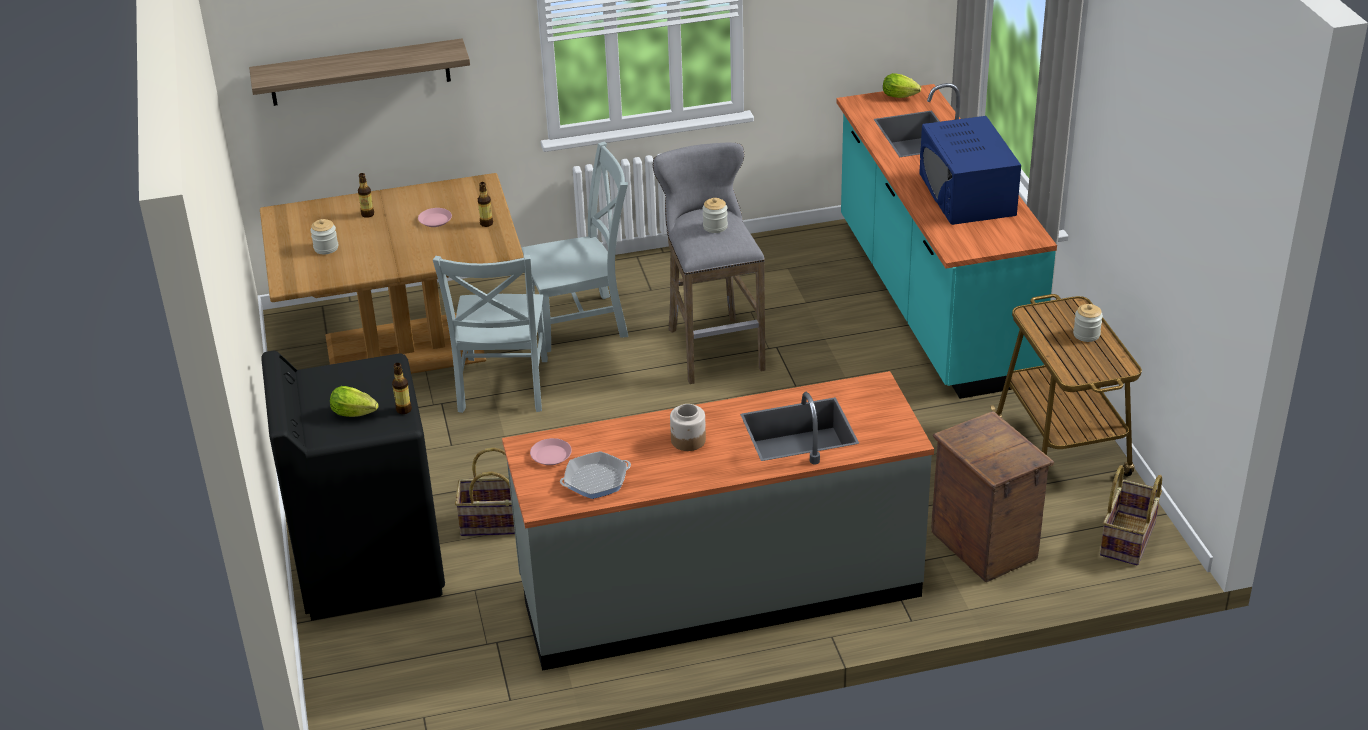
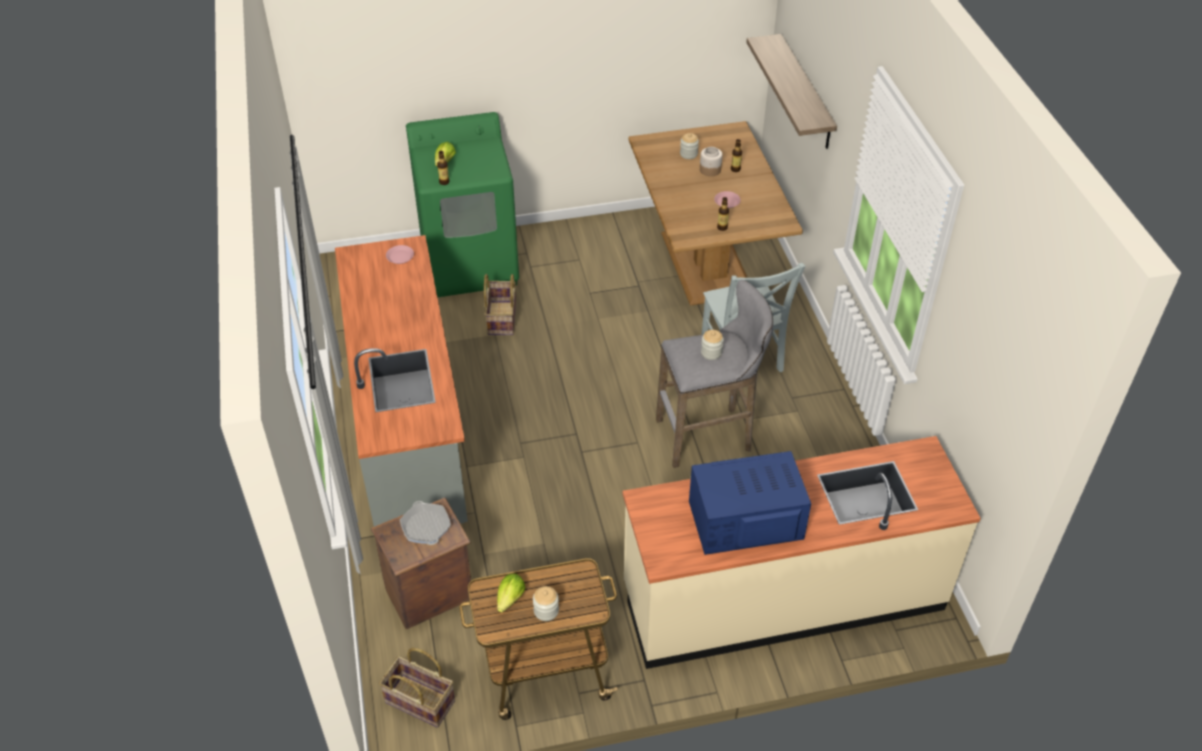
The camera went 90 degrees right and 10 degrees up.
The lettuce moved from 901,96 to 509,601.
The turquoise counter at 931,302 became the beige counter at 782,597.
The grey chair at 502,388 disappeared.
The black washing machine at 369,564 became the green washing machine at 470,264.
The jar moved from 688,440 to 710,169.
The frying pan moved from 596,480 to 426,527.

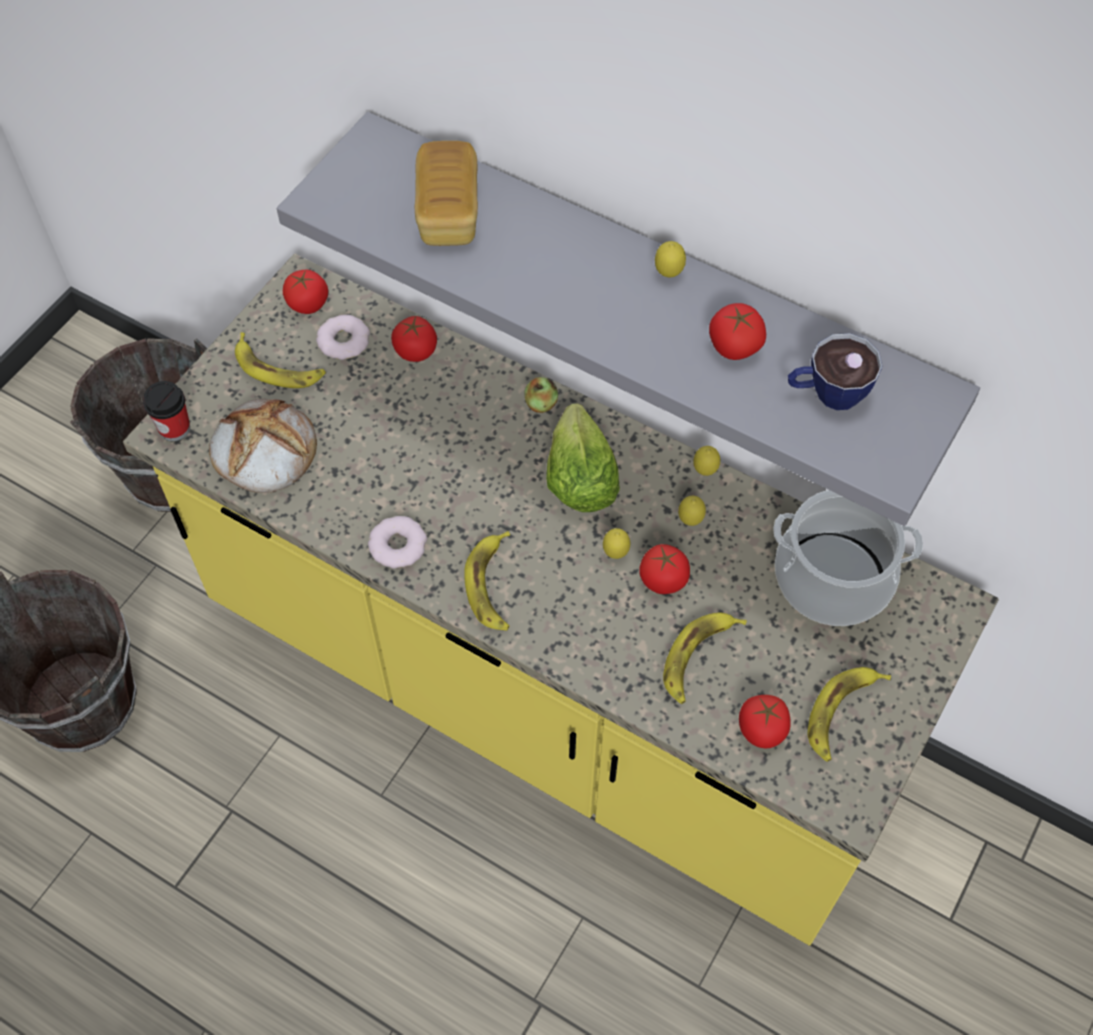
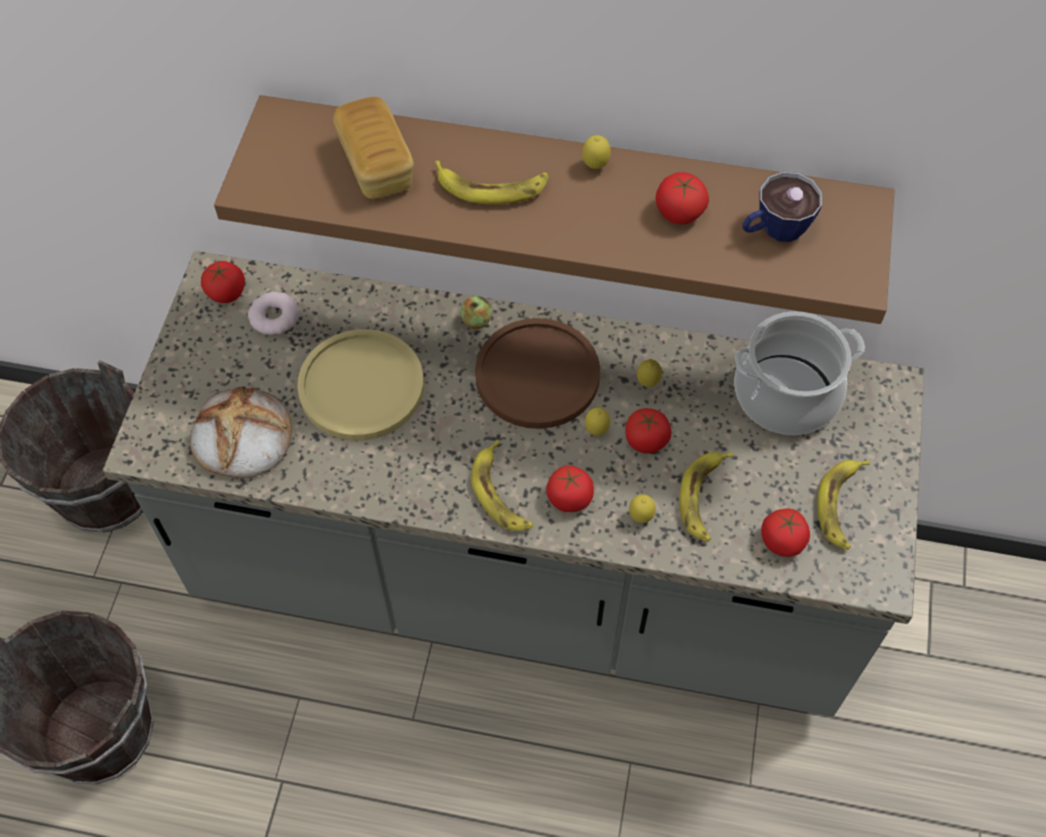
The camera went 20 degrees left and 0 degrees up.
The grey shelf at 650,282 became the brown shelf at 567,180.
The yellow counter at 546,692 became the grey counter at 523,579.
The tomato moved from 416,350 to 569,498.
The banana moved from 278,368 to 492,187.
The cup at 174,428 disappeared.
The lettuce at 579,478 was replaced by the brown plate at 537,375.
The lemon moved from 705,471 to 640,517.
The donut at 398,545 disappeared.
The yellow plate at 361,386 appeared.

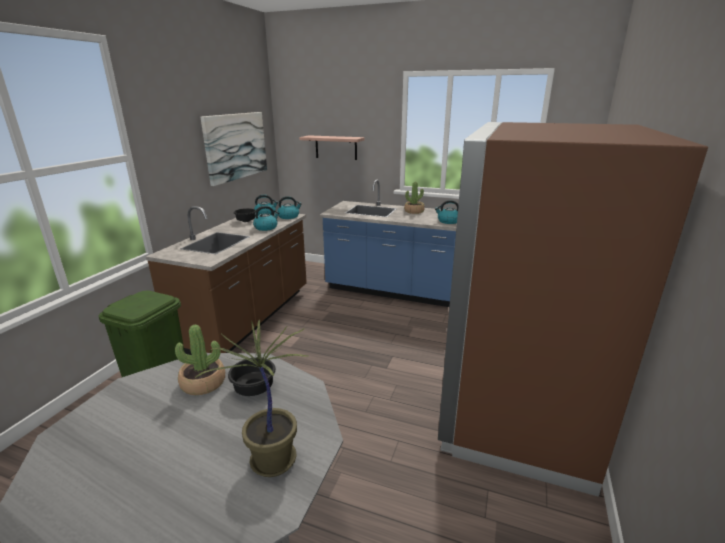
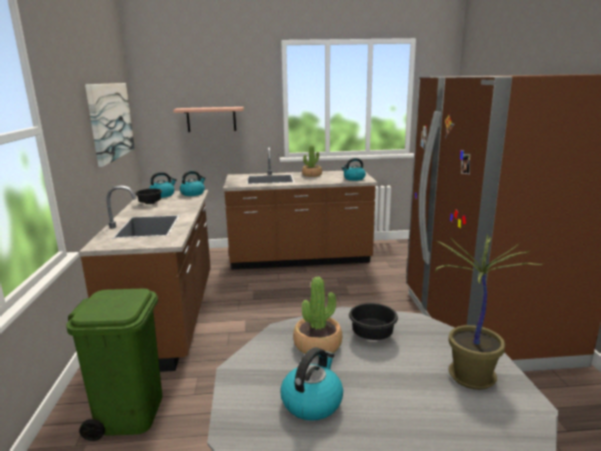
The camera went 25 degrees left and 5 degrees down.
The blue counter at 395,291 became the brown counter at 300,259.
The kettle moved from 266,227 to 312,402.

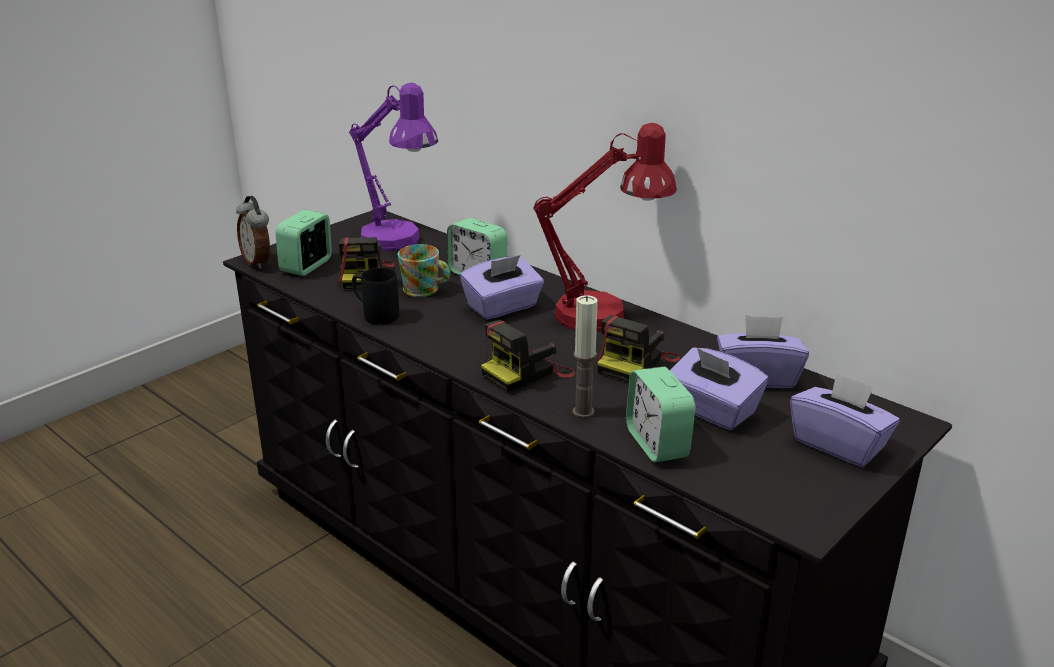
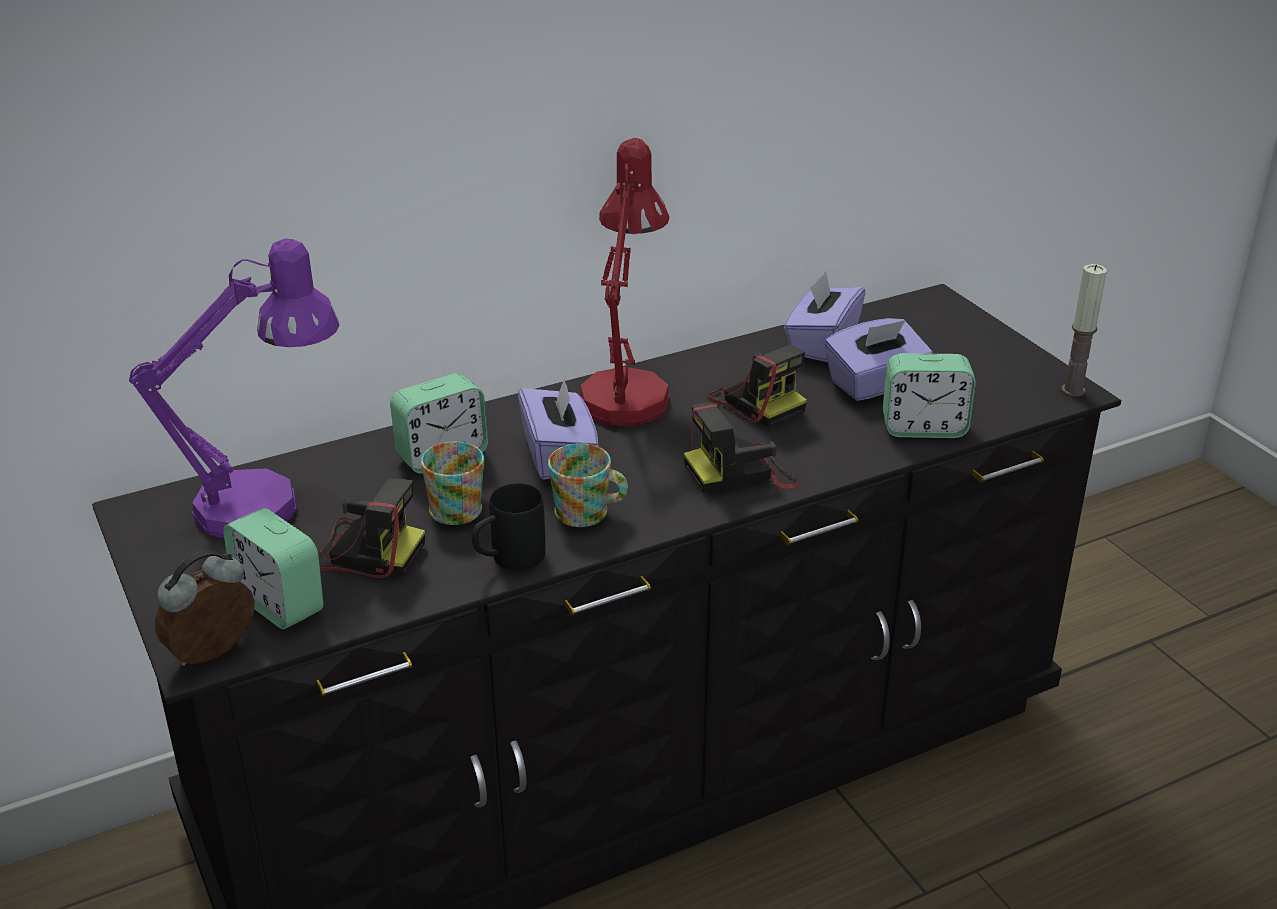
The camera went 70 degrees left and 5 degrees up.
The alarm clock at 258,262 turned 150 degrees clockwise.
The candle moved from 583,412 to 1073,390.
The photo camera at 527,372 turned 90 degrees clockwise.
The purple tissue box at 839,444 disappeared.
The mug at 589,513 appeared.

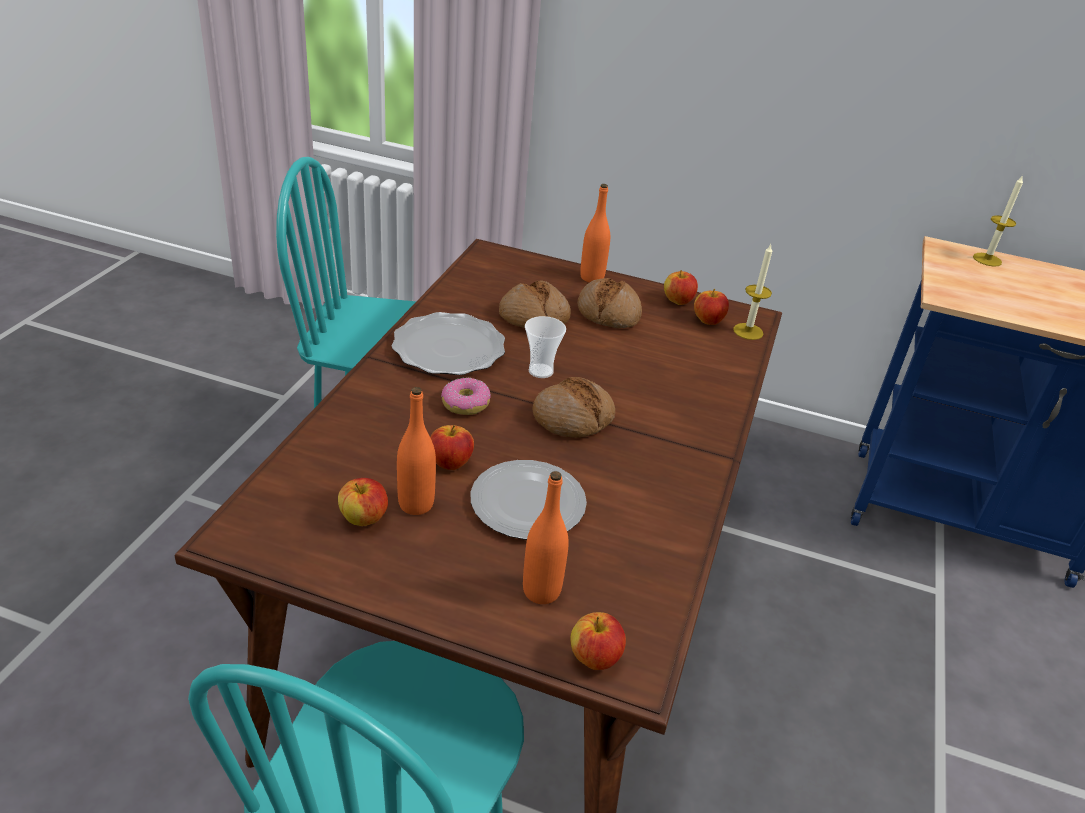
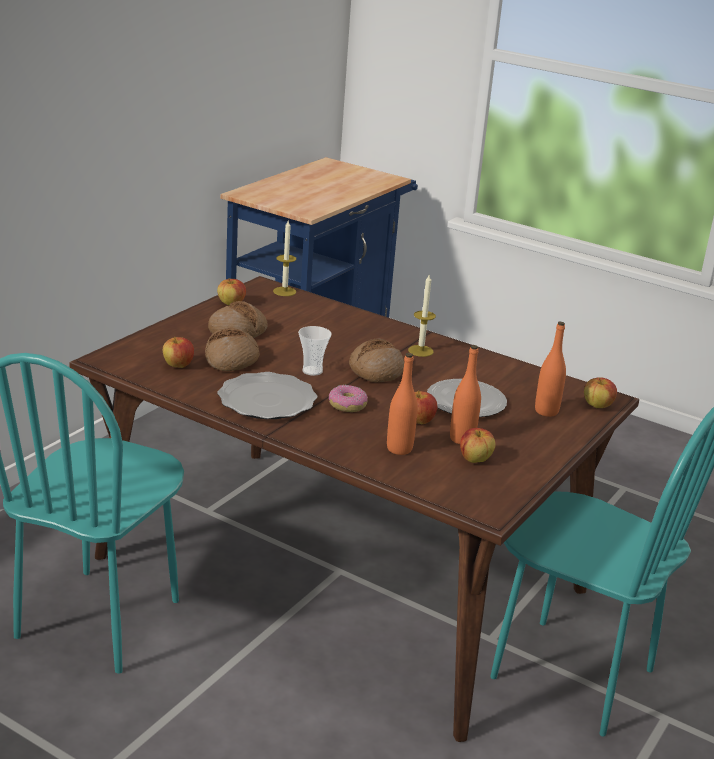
The camera went 75 degrees left and 10 degrees down.
The candle moved from 987,259 to 420,351.
The orange bottle moved from 592,277 to 399,449.
The apple moved from 708,321 to 178,365.

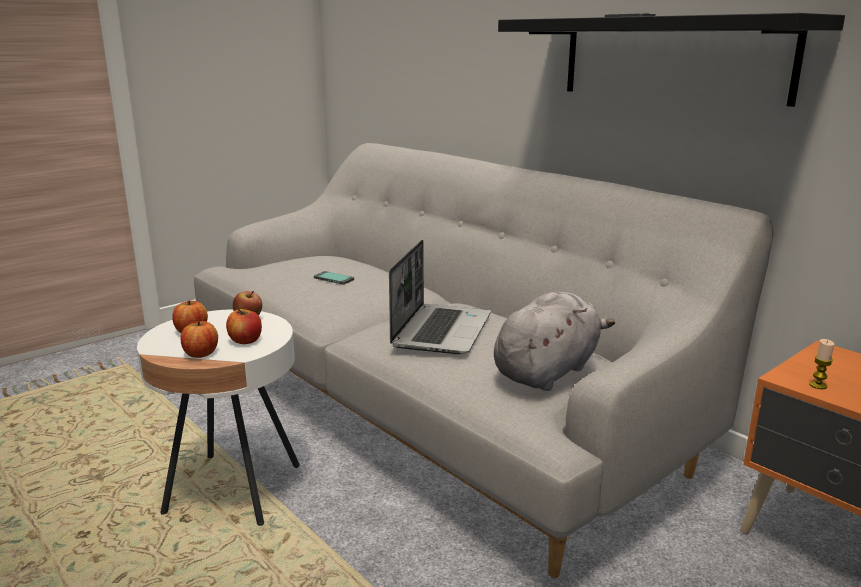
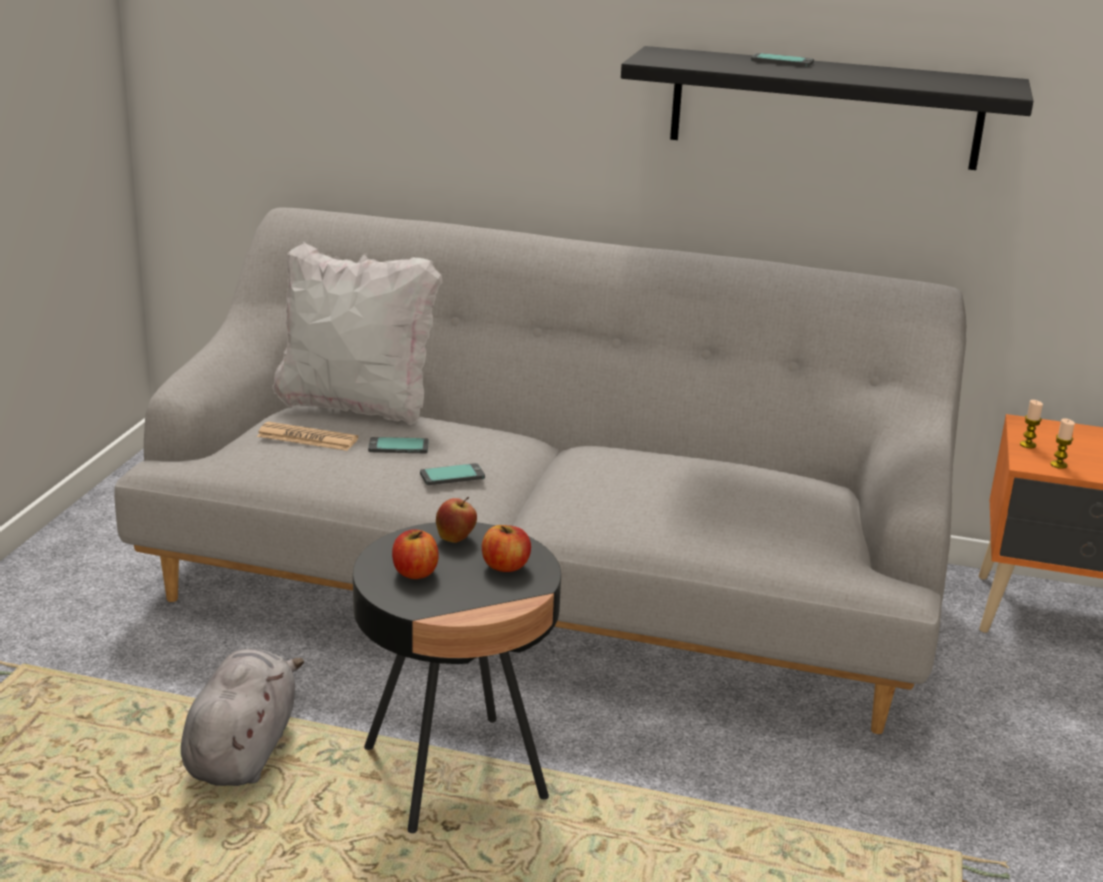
The camera went 35 degrees left and 5 degrees up.
The laptop at 441,330 disappeared.
The grey plush toy moved from 548,371 to 242,750.
The white side table at 233,489 became the black side table at 454,773.
The apple at 200,354 disappeared.
The white pillow at 356,406 appeared.
The candle at 1027,445 appeared.
The newspaper at 307,438 appeared.
The phone at 452,475 appeared.

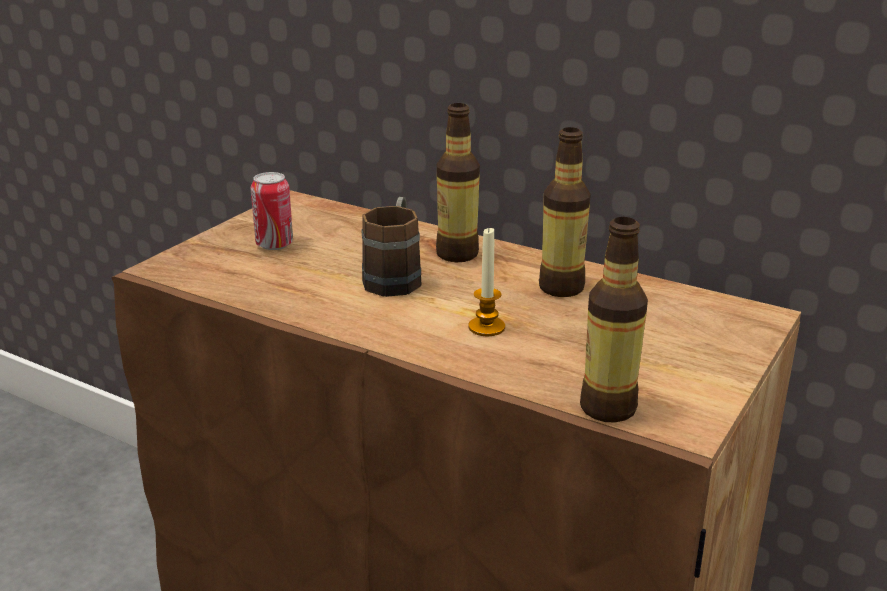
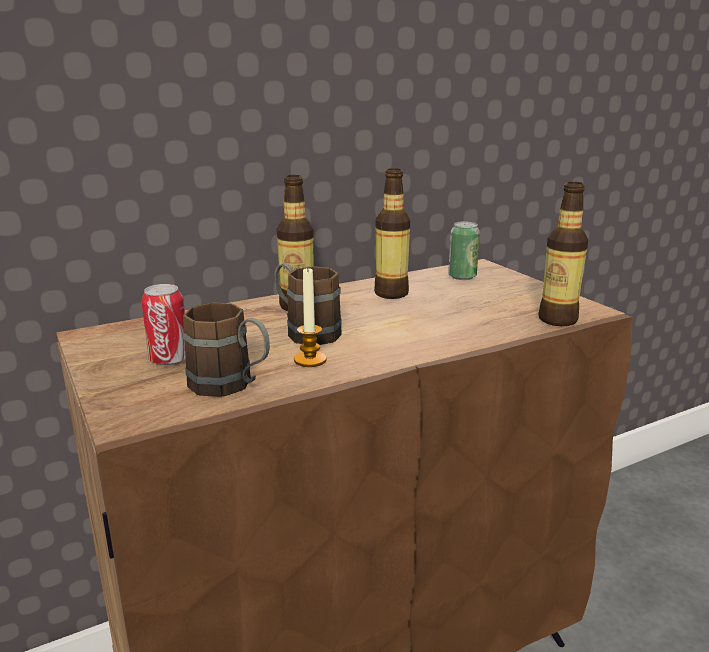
The camera went 60 degrees left and 5 degrees down.
The candle moved from 486,327 to 310,360.
The can at 462,276 appeared.
The brown mug at 231,386 appeared.

